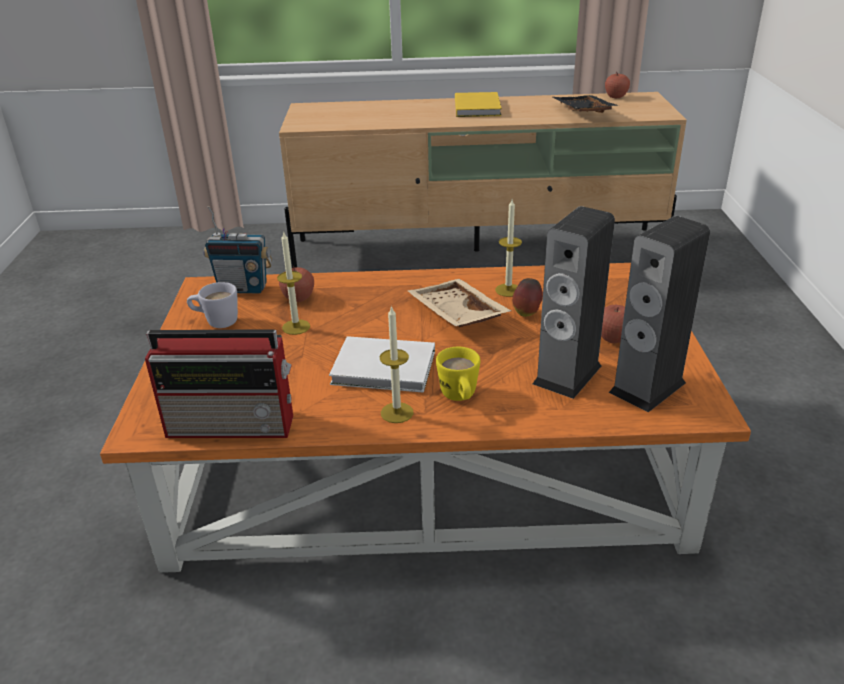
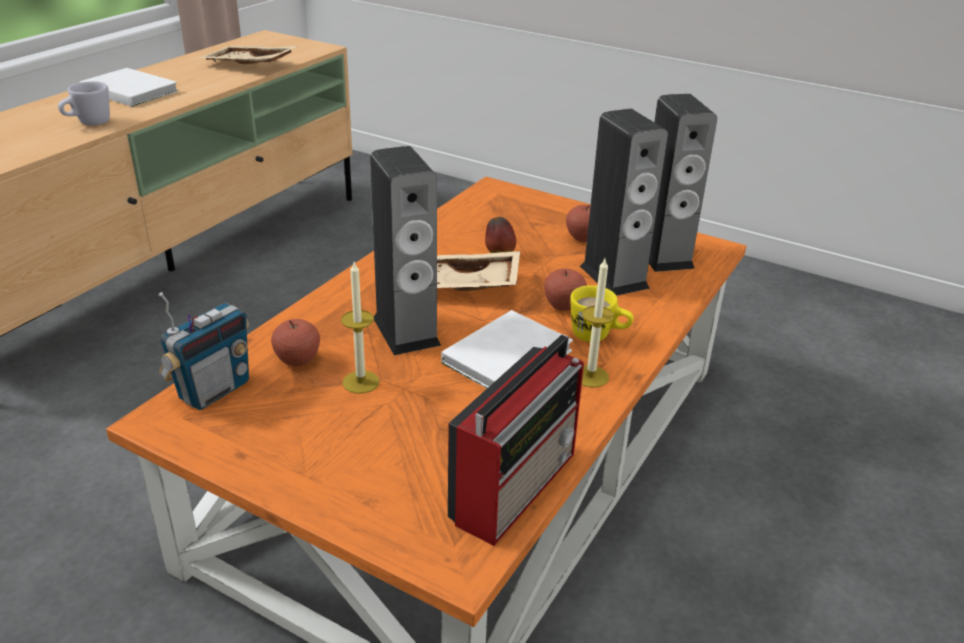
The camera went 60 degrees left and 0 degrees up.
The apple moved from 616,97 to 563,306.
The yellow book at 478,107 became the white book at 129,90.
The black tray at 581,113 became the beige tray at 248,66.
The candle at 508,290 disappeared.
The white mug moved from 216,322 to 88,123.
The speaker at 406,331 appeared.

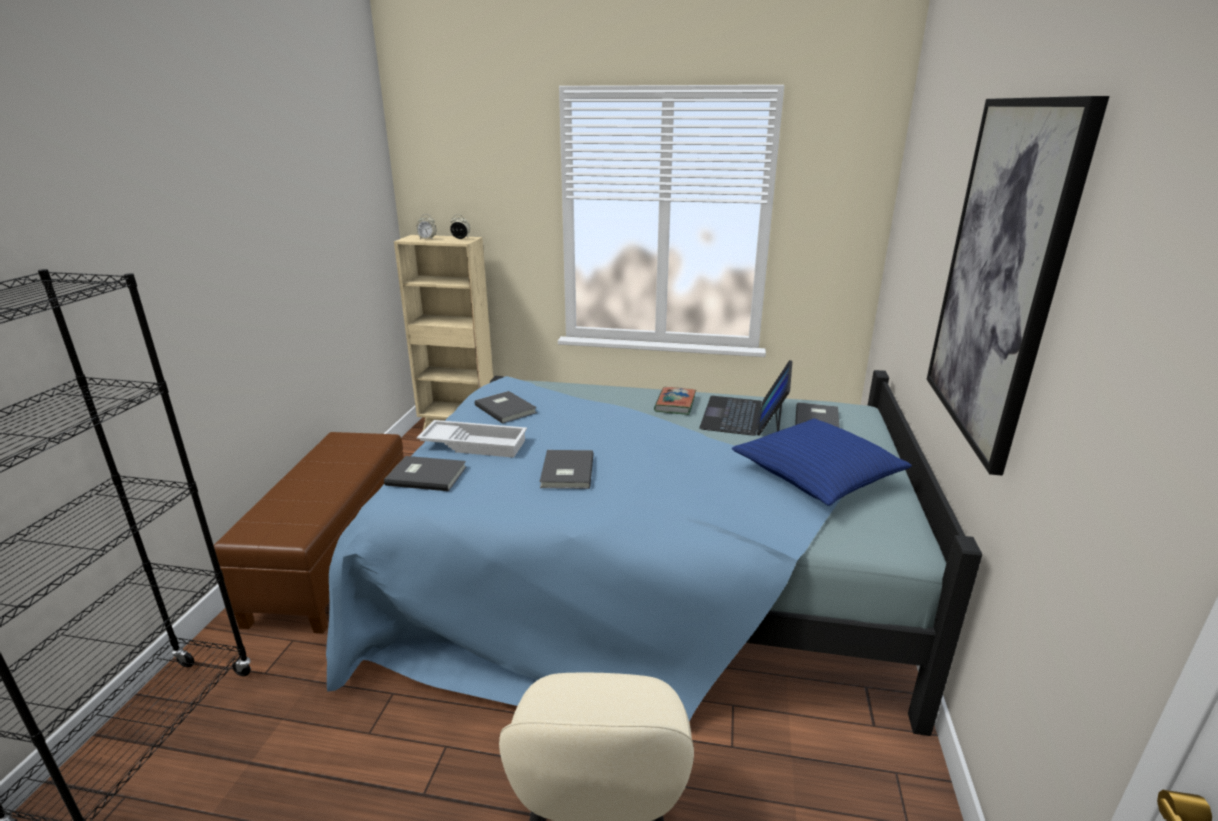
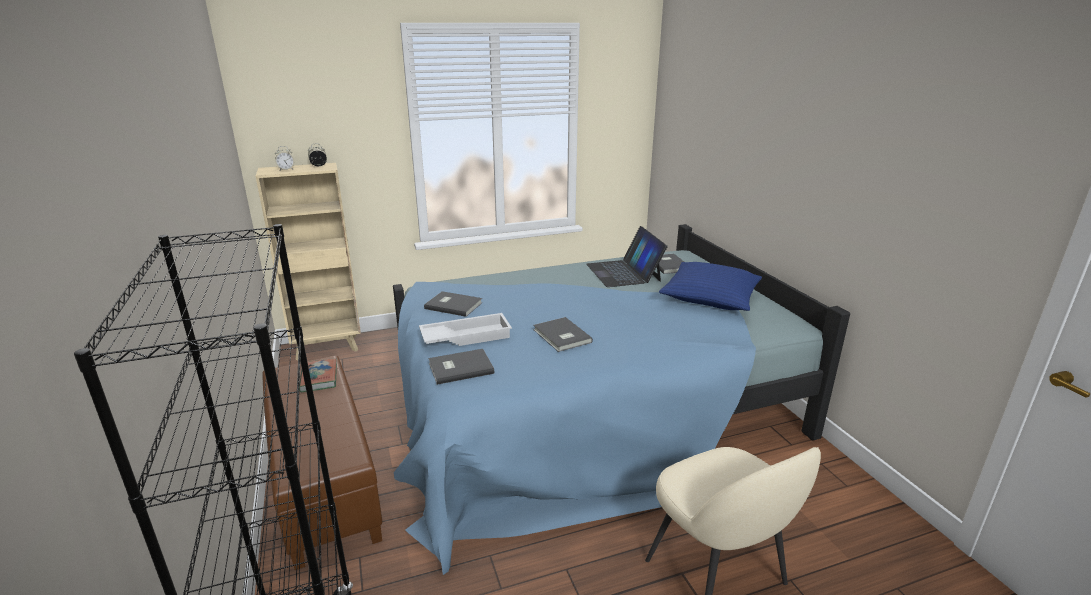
The camera went 30 degrees left and 0 degrees up.
The picture at 1000,275 disappeared.
The book moved from 675,404 to 319,378.

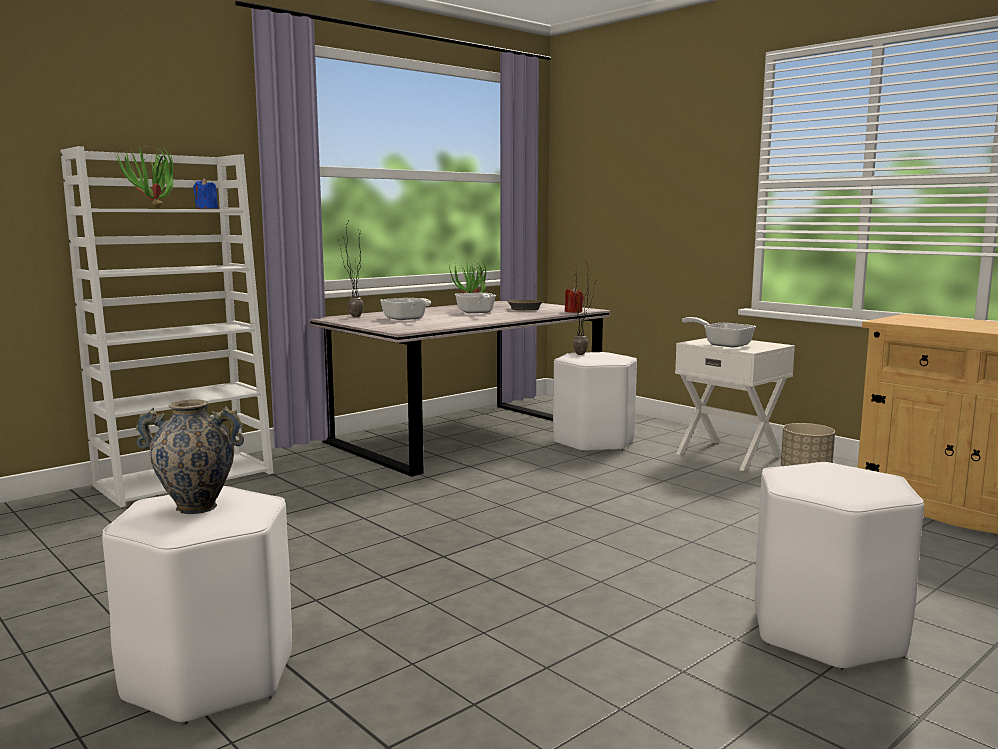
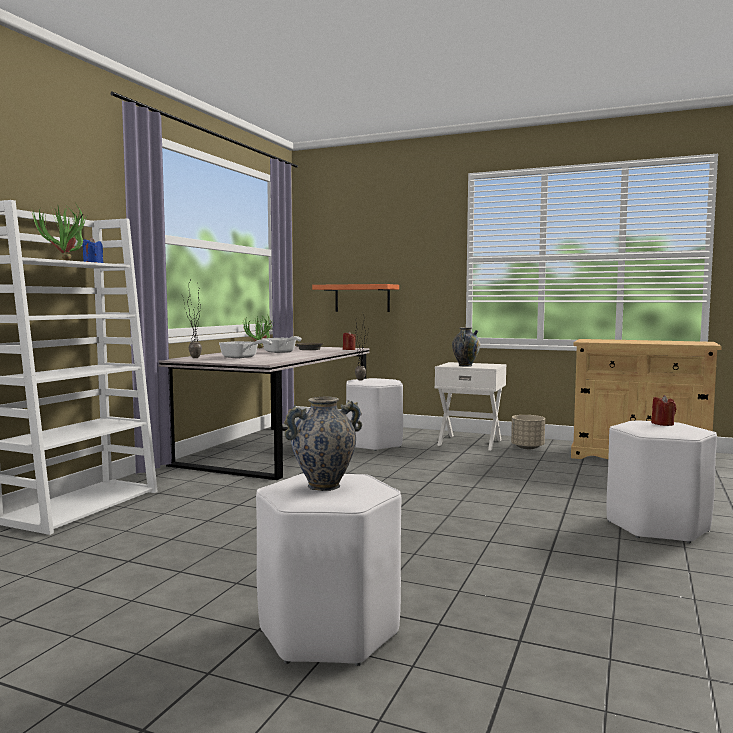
The camera went 25 degrees left and 5 degrees down.
The frying pan at 723,344 was replaced by the vase at 465,365.
The orange shelf at 362,298 appeared.
The red candle at 662,424 appeared.

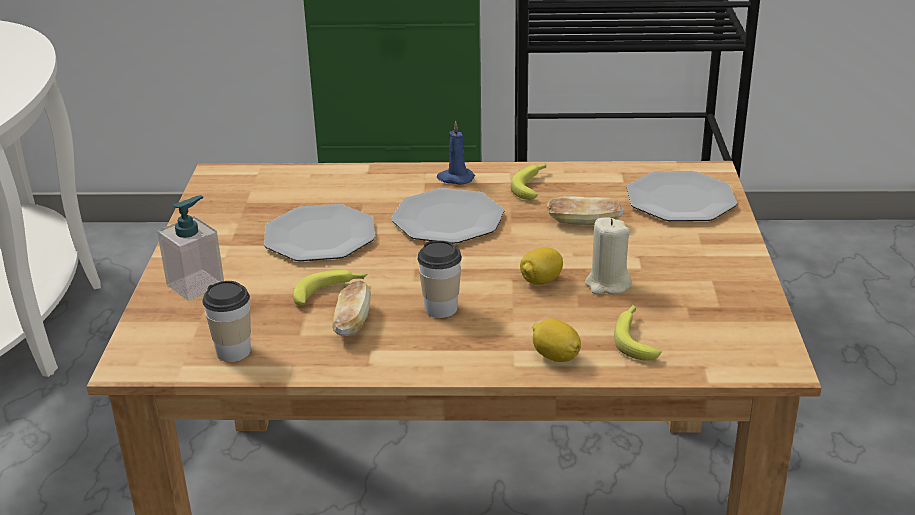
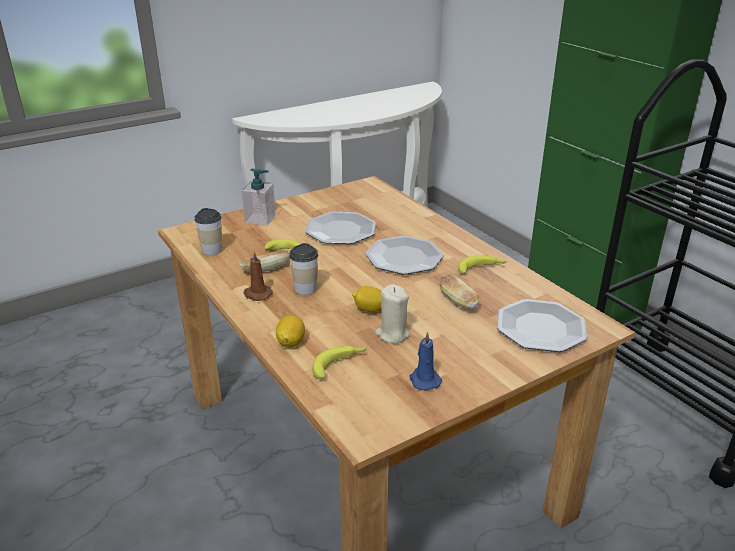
The camera went 55 degrees right and 0 degrees up.
The blue candle moved from 455,178 to 424,380.
The brown candle at 257,294 appeared.

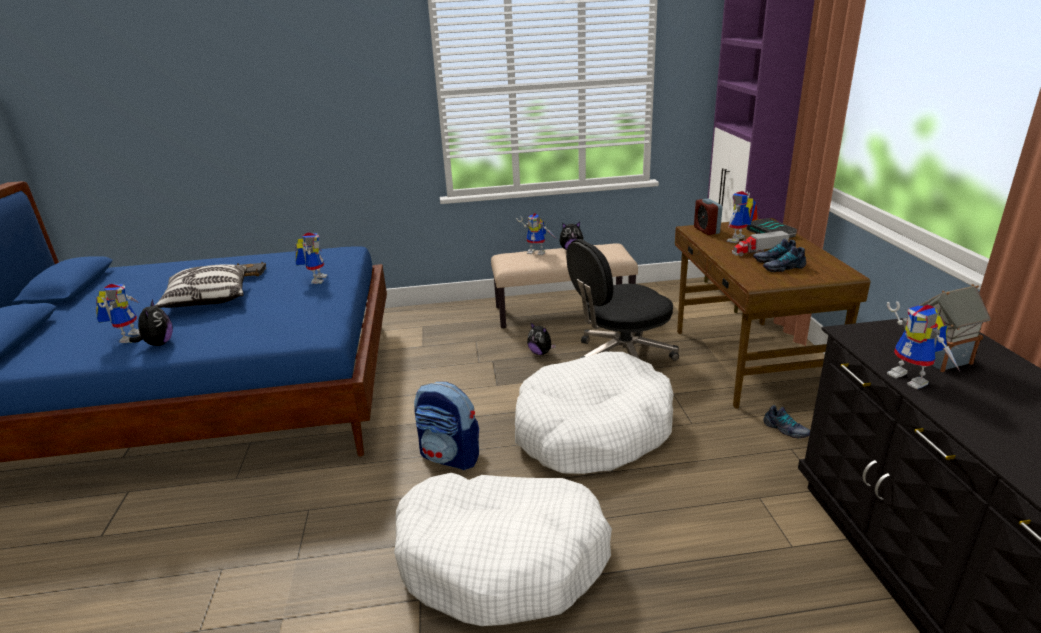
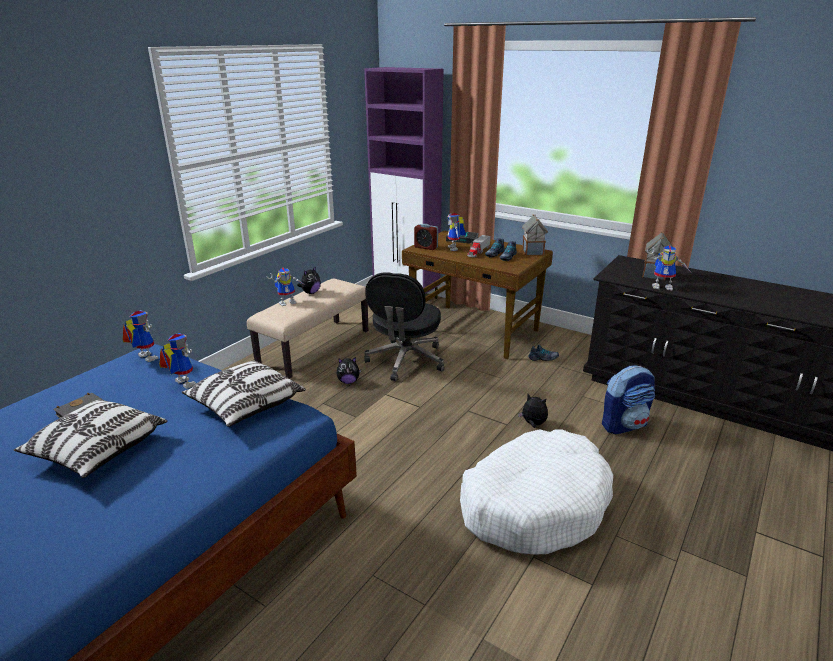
The camera went 50 degrees left and 0 degrees up.
The toy robot moved from 129,336 to 143,358.
The plush toy moved from 158,344 to 533,424.
The white dog bed at 592,430 disappeared.
The backpack moved from 450,456 to 624,425.
The toy house at 532,252 appeared.
The pillow at 245,405 appeared.

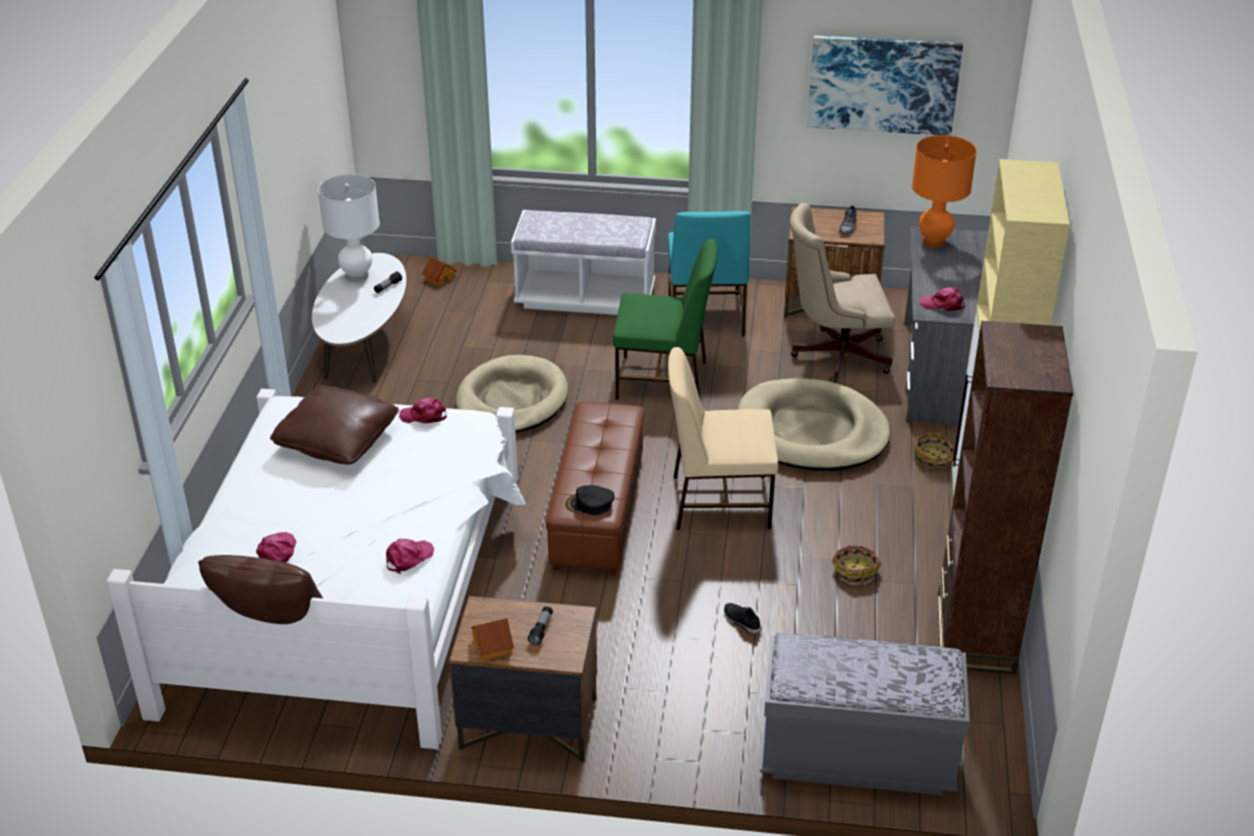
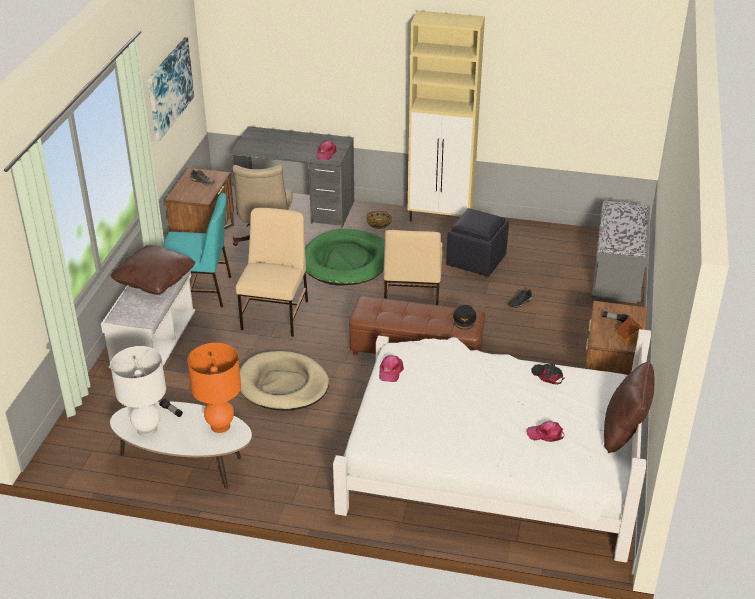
The camera went 85 degrees left and 0 degrees up.
The orange table lamp moved from 934,242 to 220,426.
The green chair at 663,381 became the beige chair at 276,314.
The toy house at 439,278 disappeared.
The brown bookcase at 975,633 disappeared.
The beige dog bed at 811,432 became the green dog bed at 346,261.
The brown pillow moved from 337,440 to 154,280.
The pink cap at 408,558 became the black cap at 547,375.
The basket at 855,570 was replaced by the black ottoman at 477,260.

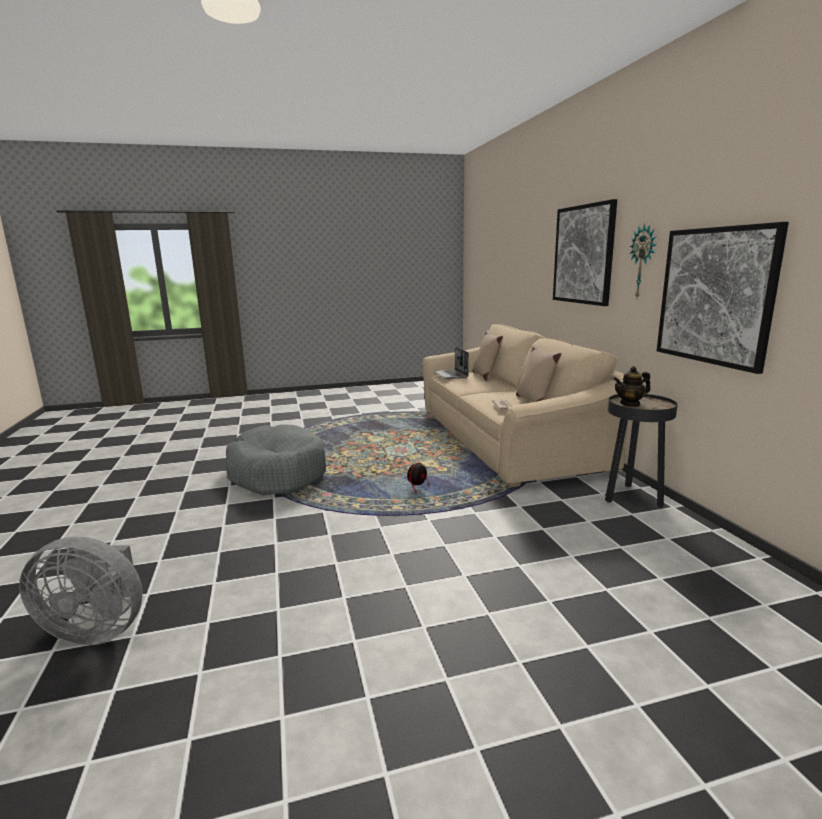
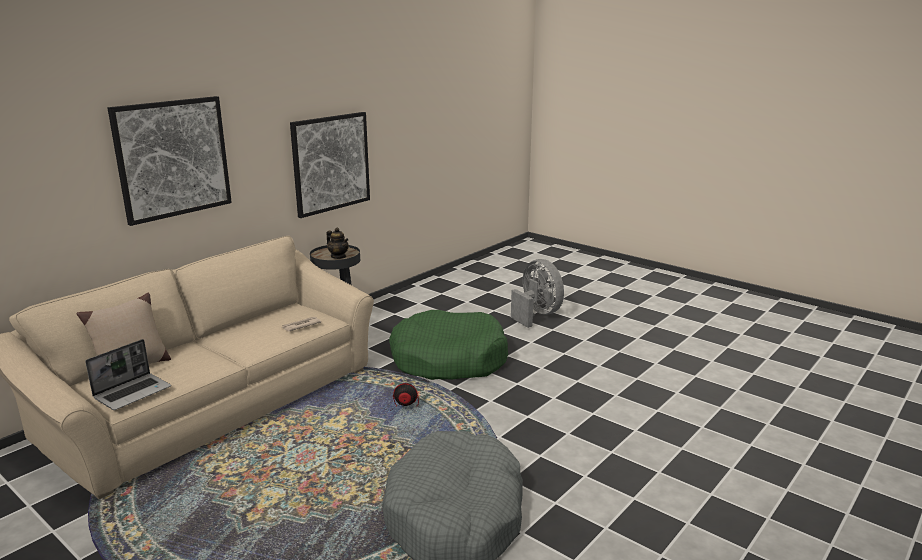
The camera went 125 degrees left and 5 degrees up.
The wall clock at 643,262 disappeared.
The beige pillow at 535,401 disappeared.
The grey fan moved from 98,629 to 537,315.
The green dog bed at 448,359 appeared.

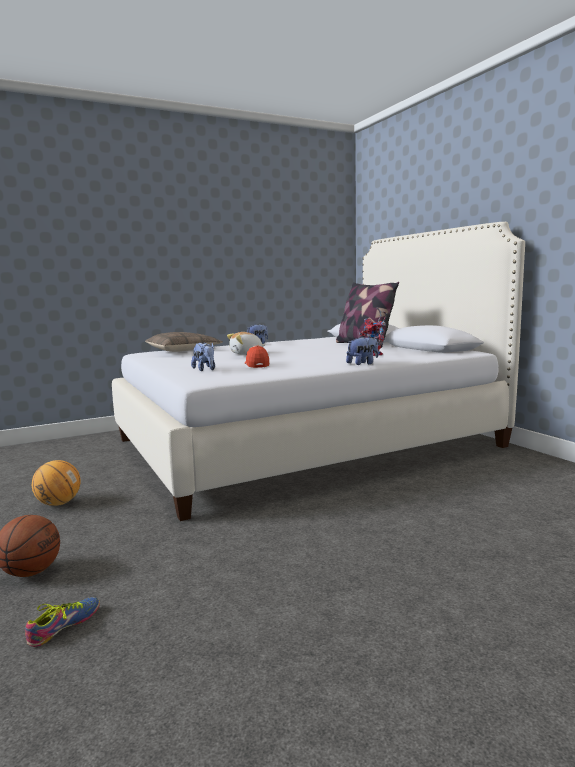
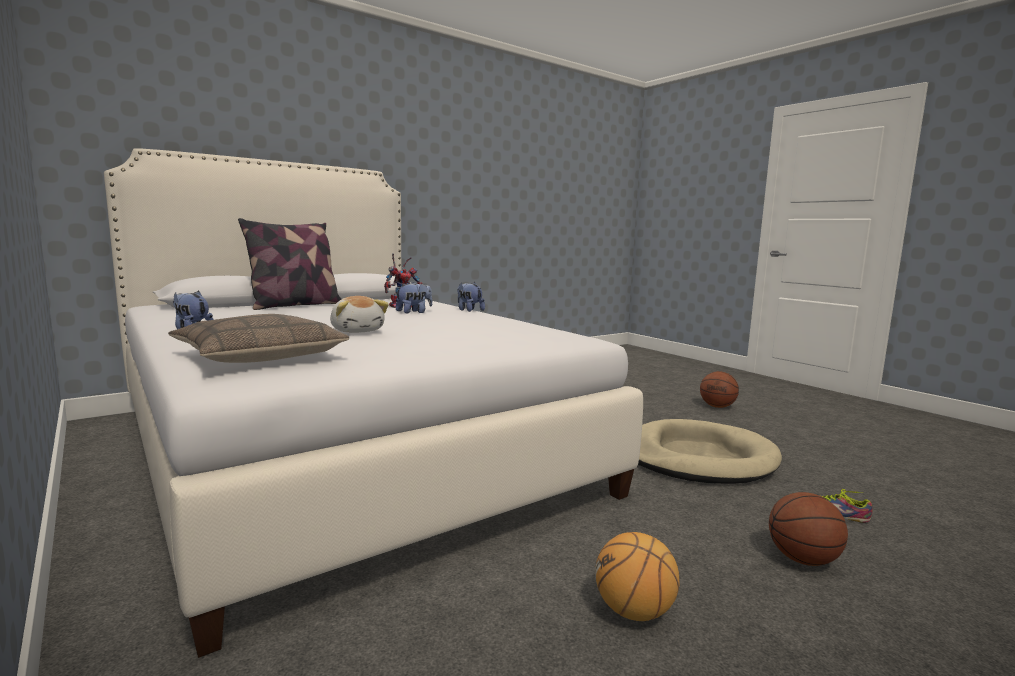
The camera went 100 degrees left and 0 degrees up.
The plush toy moved from 205,370 to 414,312.
The cap at 256,364 disappeared.
The basketball at 717,406 appeared.
The beige dog bed at 697,458 appeared.

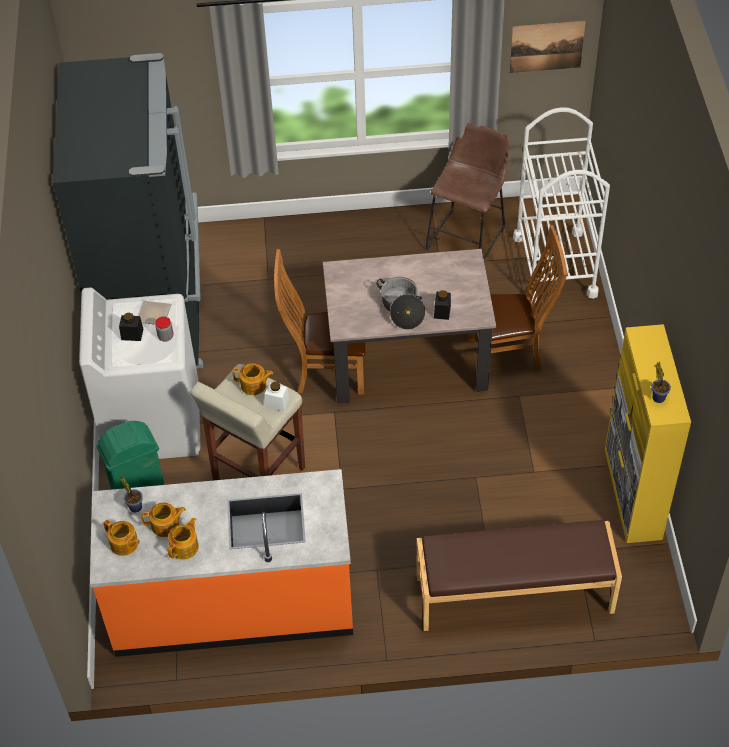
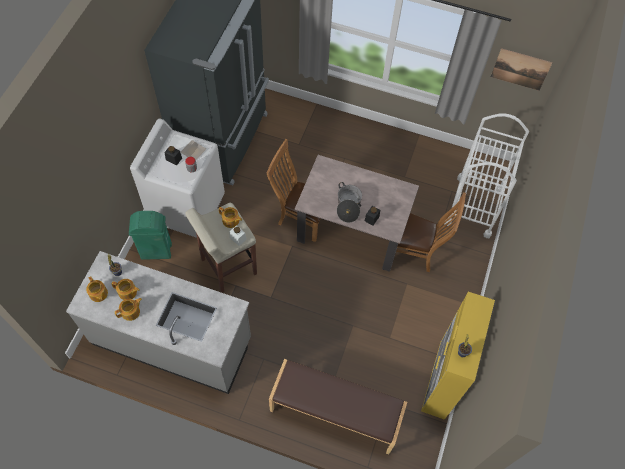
The camera went 20 degrees right and 10 degrees up.
The brown stool at 468,235 disappeared.
The orange counter at 233,602 became the grey counter at 172,340.

